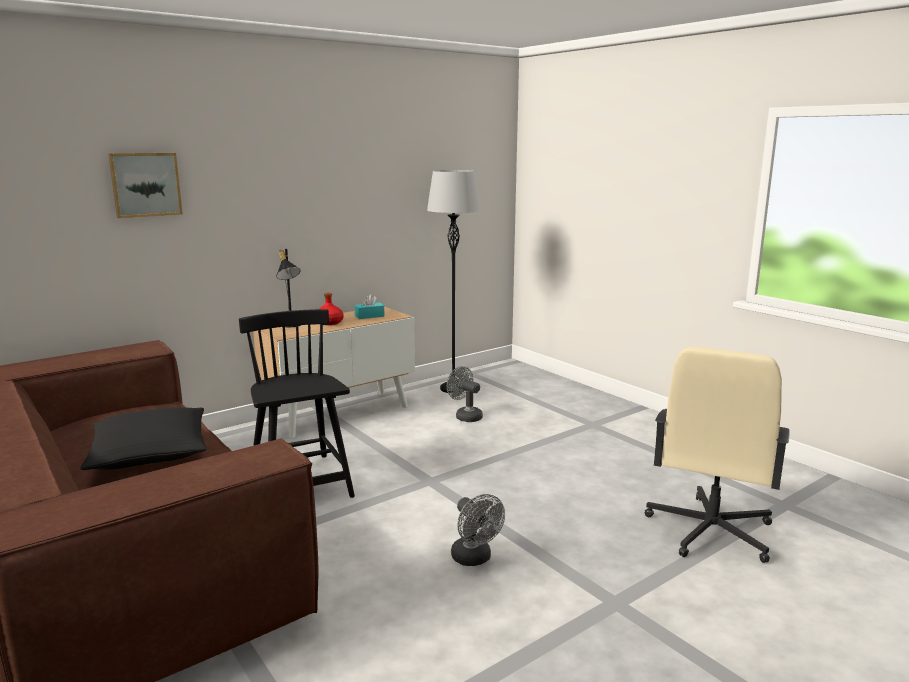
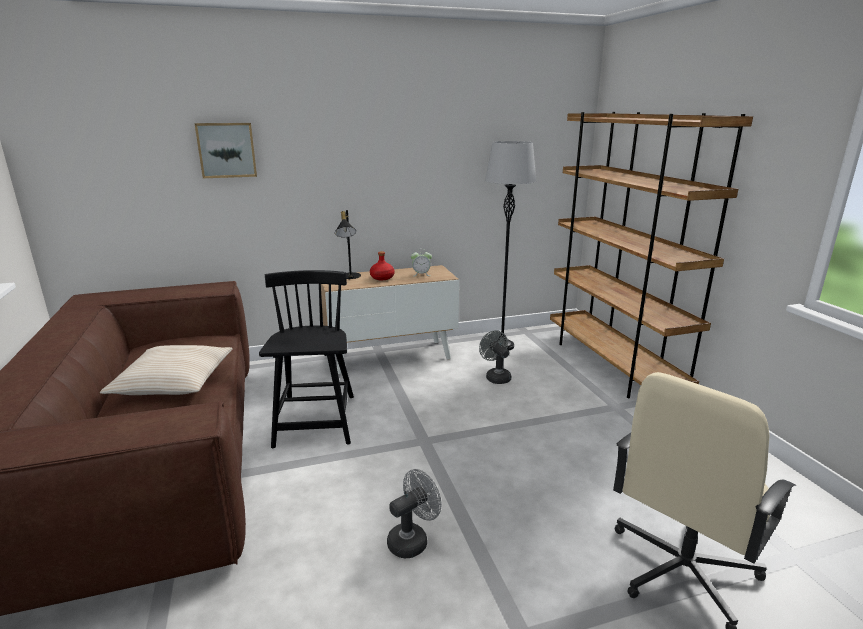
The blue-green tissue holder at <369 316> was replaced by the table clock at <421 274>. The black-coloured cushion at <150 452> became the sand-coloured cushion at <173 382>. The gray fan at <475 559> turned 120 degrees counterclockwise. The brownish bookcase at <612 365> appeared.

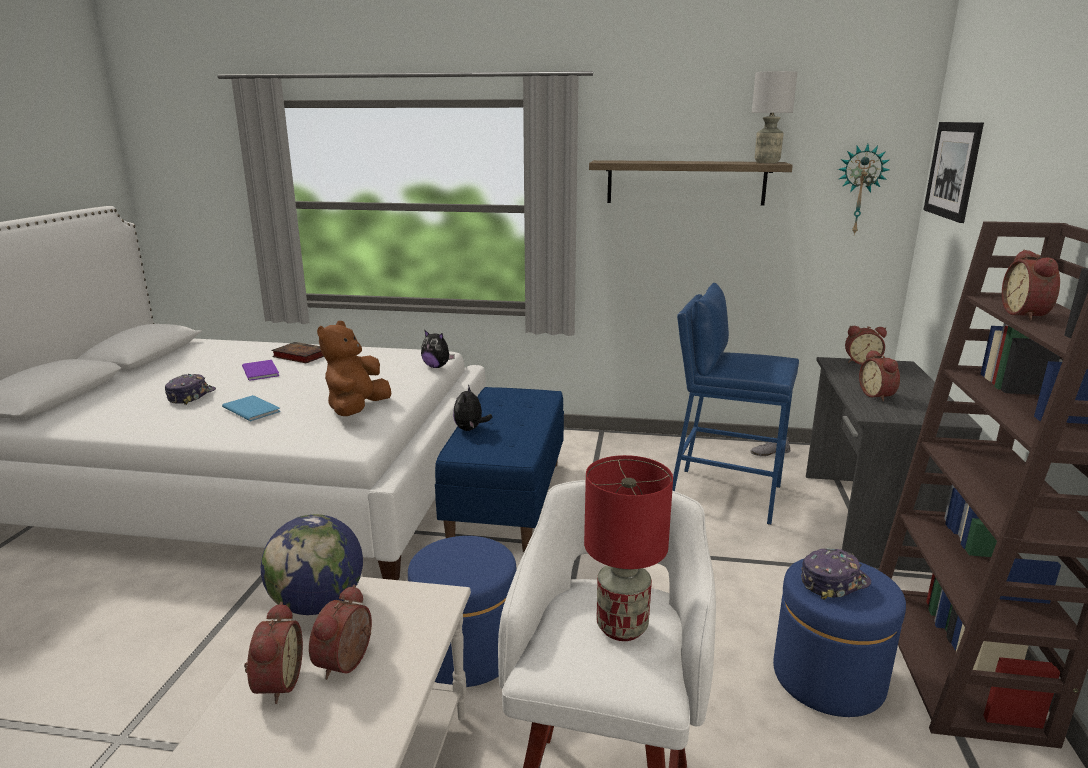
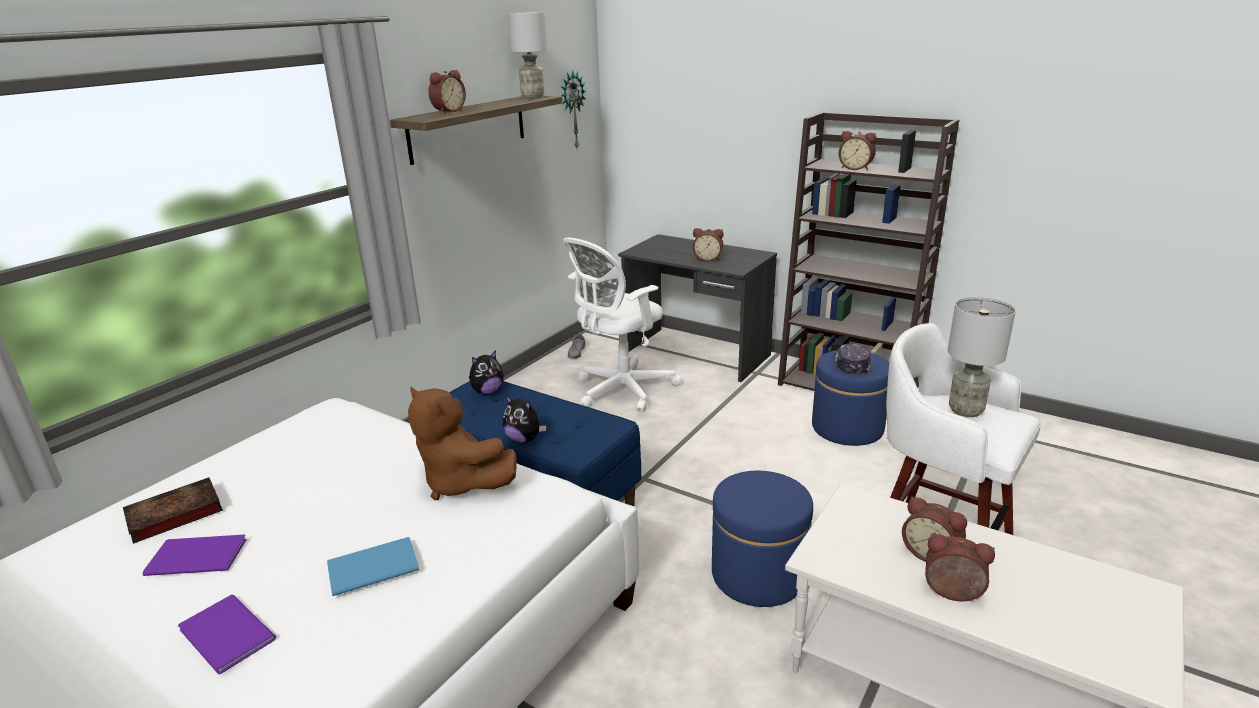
The wall art at <952 170> disappeared. The blue stool at <724 494> was replaced by the white desk chair at <621 390>. The table clock moved from <861 362> to <447 111>. The cuddly toy moved from <437 366> to <487 391>. The cap at <191 396> was replaced by the purplish volume at <225 637>. The reddish lamp for a table at <621 626> became the gray lamp for a table at <965 410>. The desk globe at <318 604> disappeared.

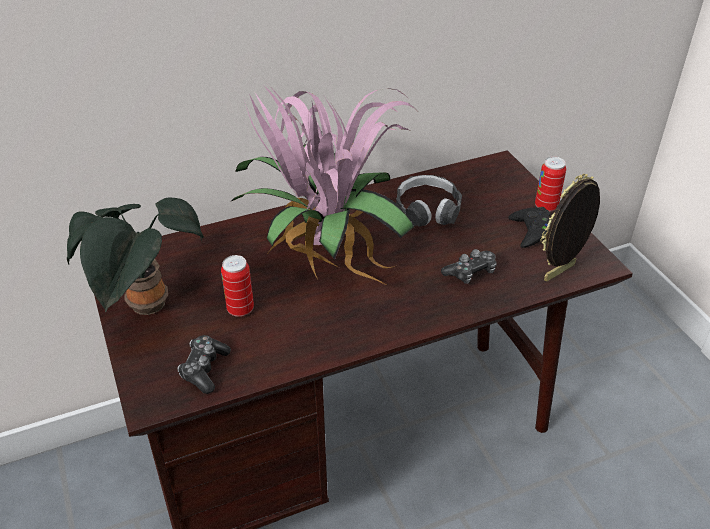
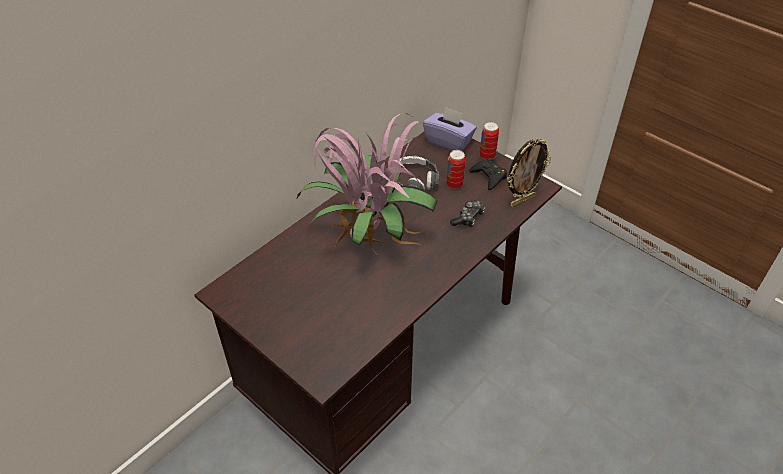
The picture frame at <560 273> turned 150 degrees counterclockwise. The houseplant at <148 308> disappeared. The can moved from <240 309> to <454 184>. The game controller at <204 369> disappeared. The purplish tissue holder at <449 141> appeared.

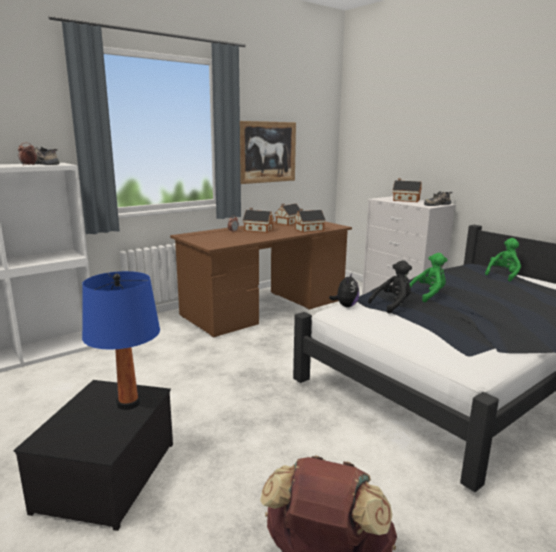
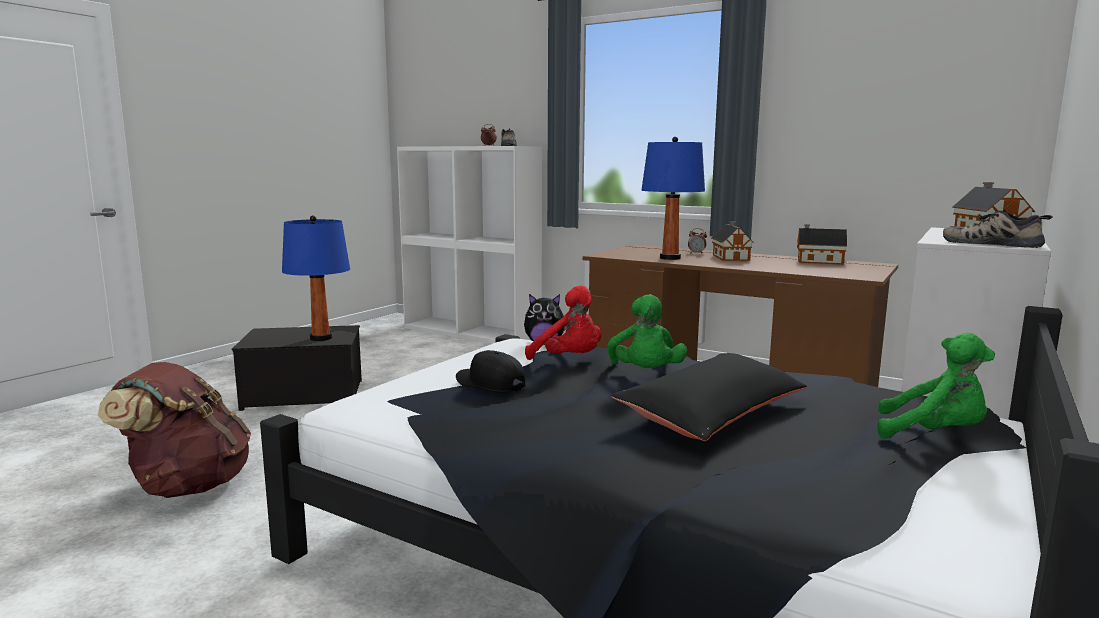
The wall art at <267 152> disappeared. The toy house at <308 230> disappeared. The greenish cuddly toy at <428 295> turned 45 degrees clockwise. The black-coloured cuddly toy at <392 305> became the reddish cuddly toy at <569 360>. The blue lamp for a table at <669 258> appeared. The black-coloured cap at <490 384> appeared. The black-coloured cushion at <713 414> appeared.

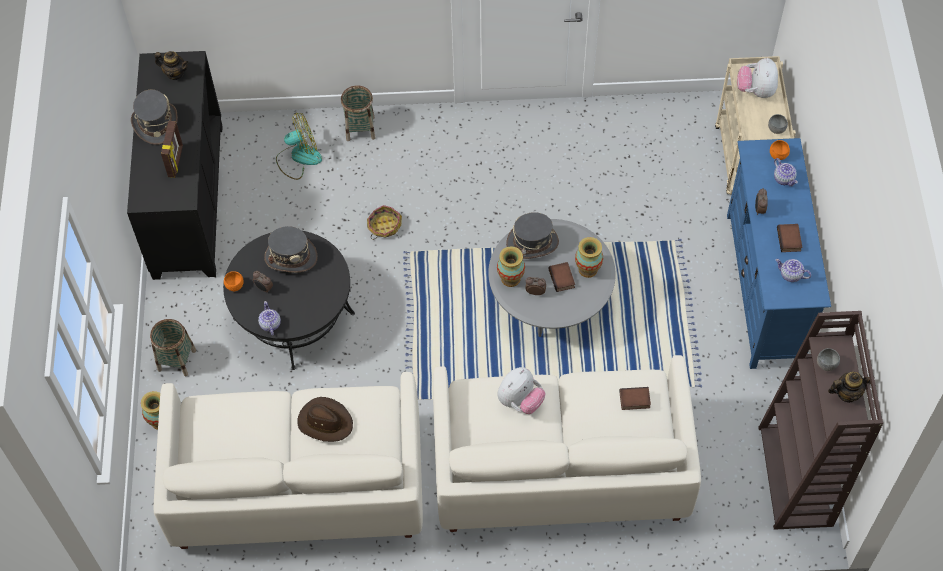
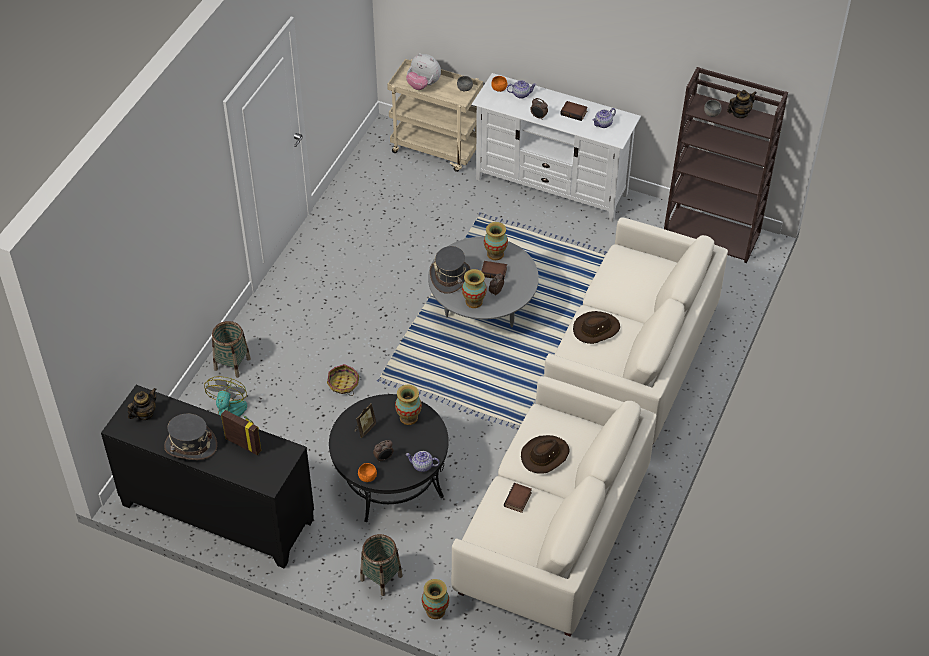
The blue media console at <764 289> became the white media console at <552 186>. The gray clothing hat at <291 257> was replaced by the picture frame at <364 428>. The cuddly toy at <520 401> was replaced by the brownish clothing hat at <596 329>. The teapot at <847 393> turned 45 degrees clockwise. The volume moved from <634 400> to <518 500>. The vase at <408 417> appeared.

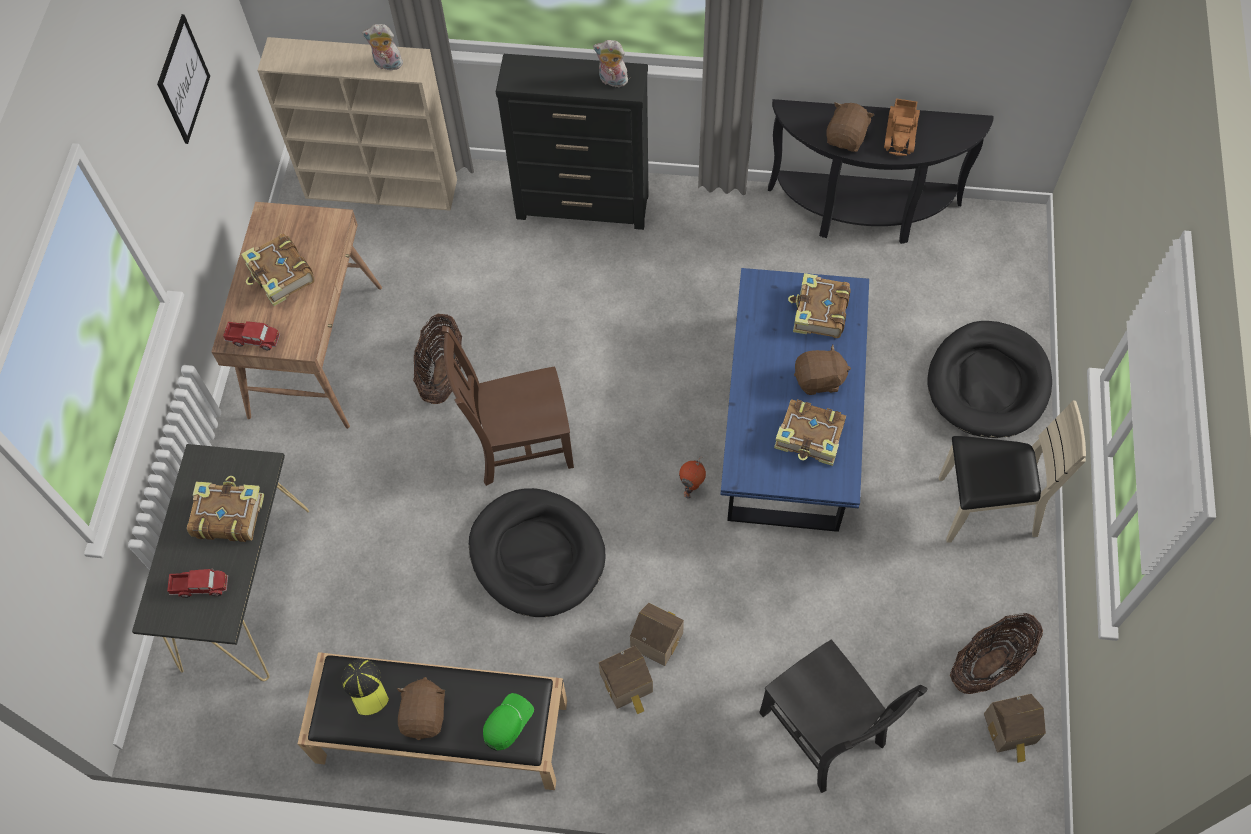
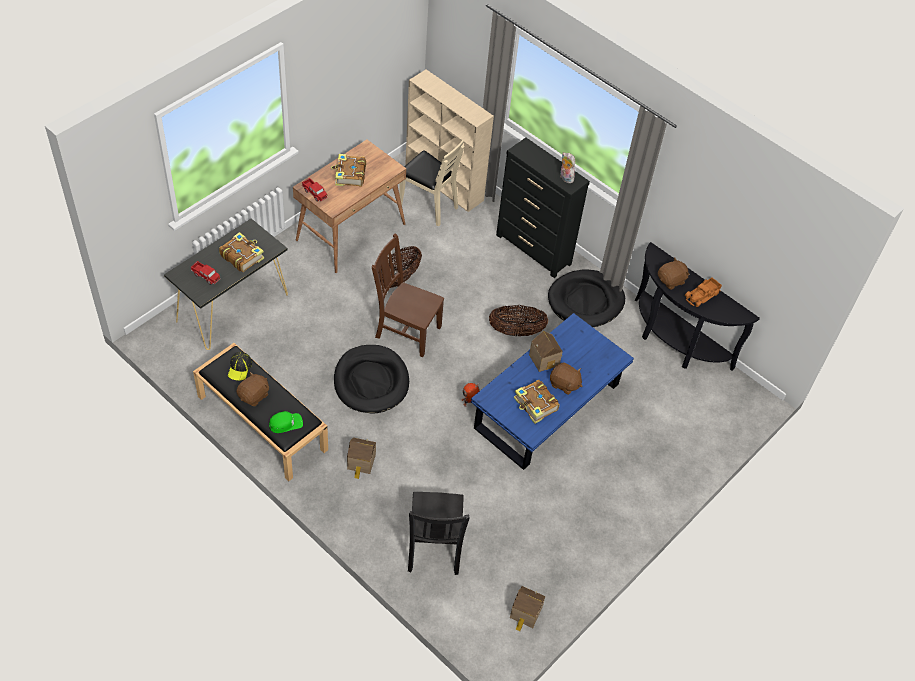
The wall art at <183 79> disappeared. The cuddly toy at <387 65> disappeared. The volume at <819 313> disappeared. The black-coloured pet bed moved from <988 383> to <586 301>. The sand-coloured chair moved from <986 508> to <428 205>. The toy house moved from <657 638> to <545 359>. The household basket moved from <989 664> to <516 331>.

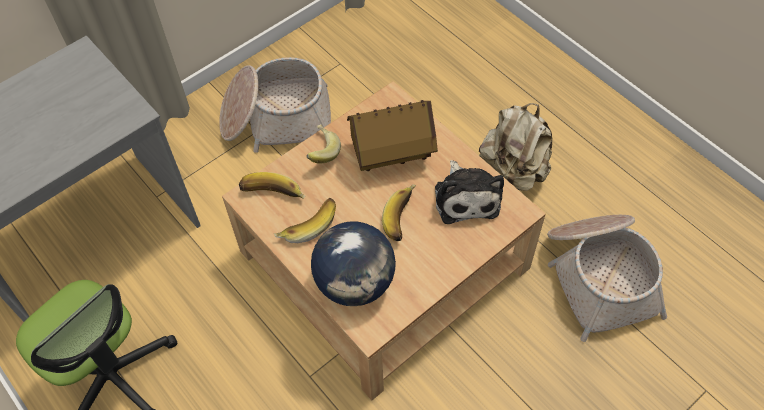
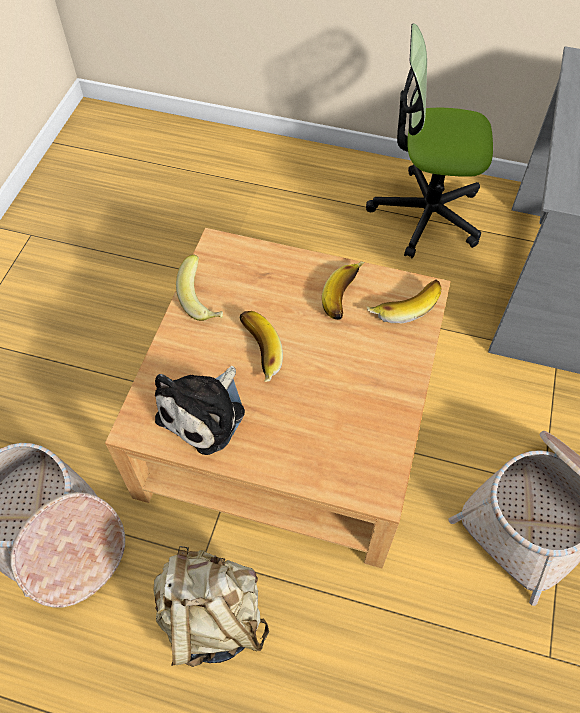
The toy house at <392 154> disappeared. The whole banana moved from <320 152> to <204 300>. The cuddly toy at <466 197> turned 105 degrees counterclockwise. The desk globe at <355 283> disappeared.

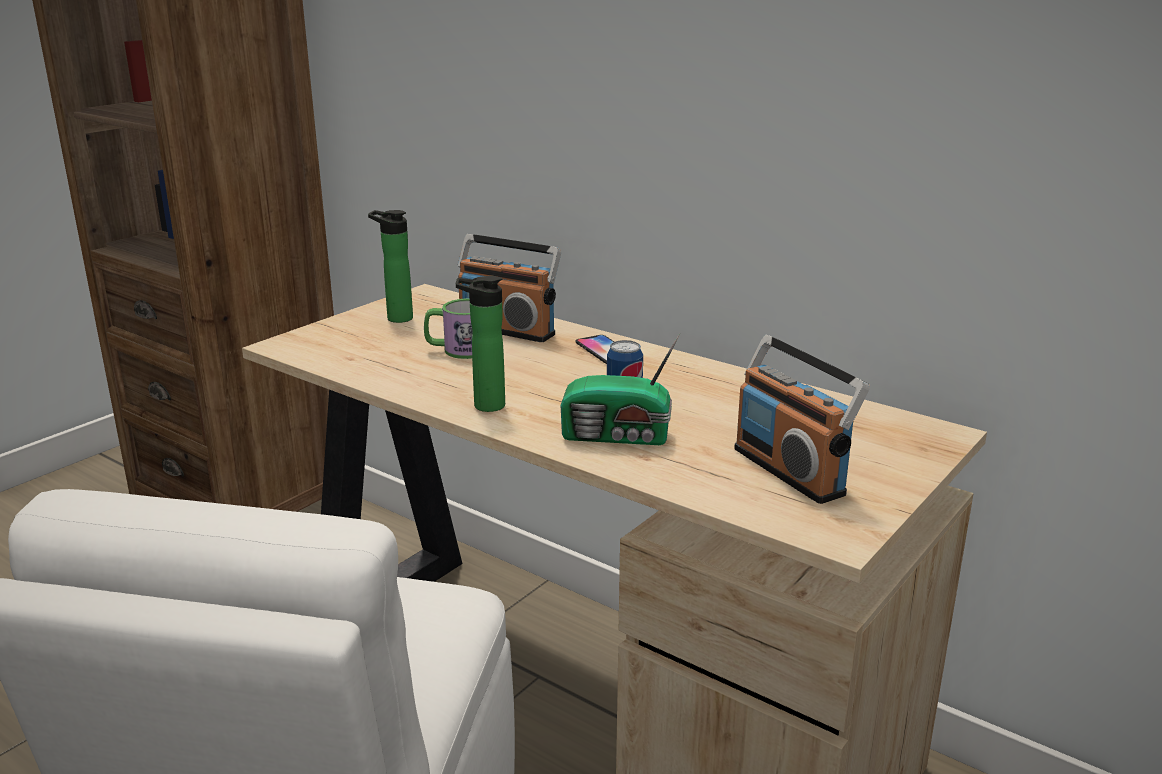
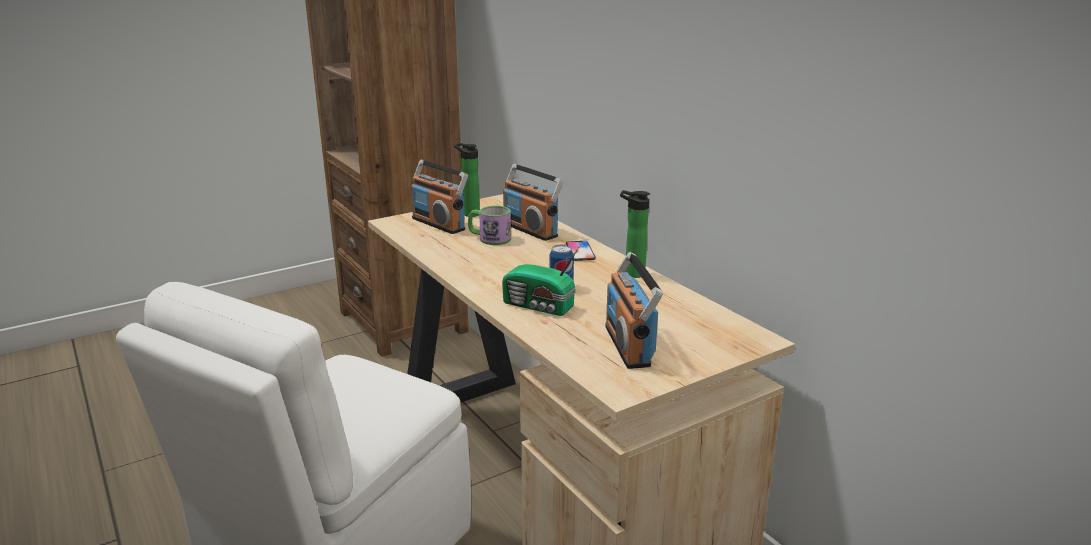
The bottle moved from <484 406> to <631 273>. The radio set at <439 224> appeared.

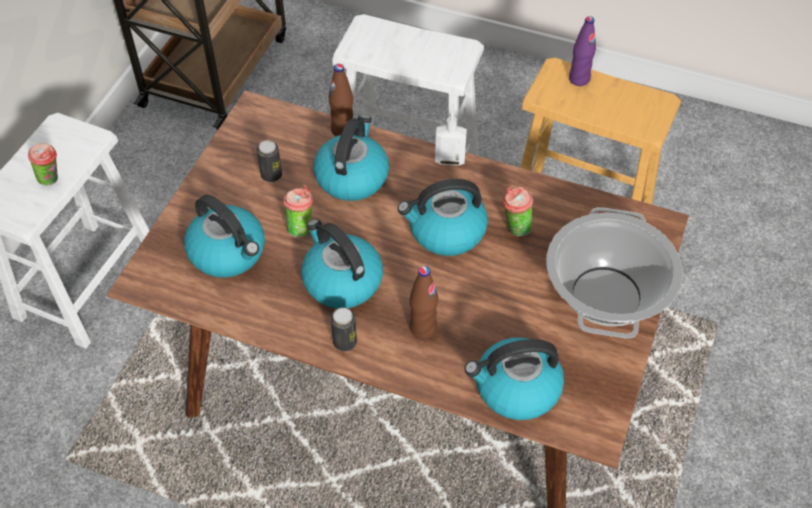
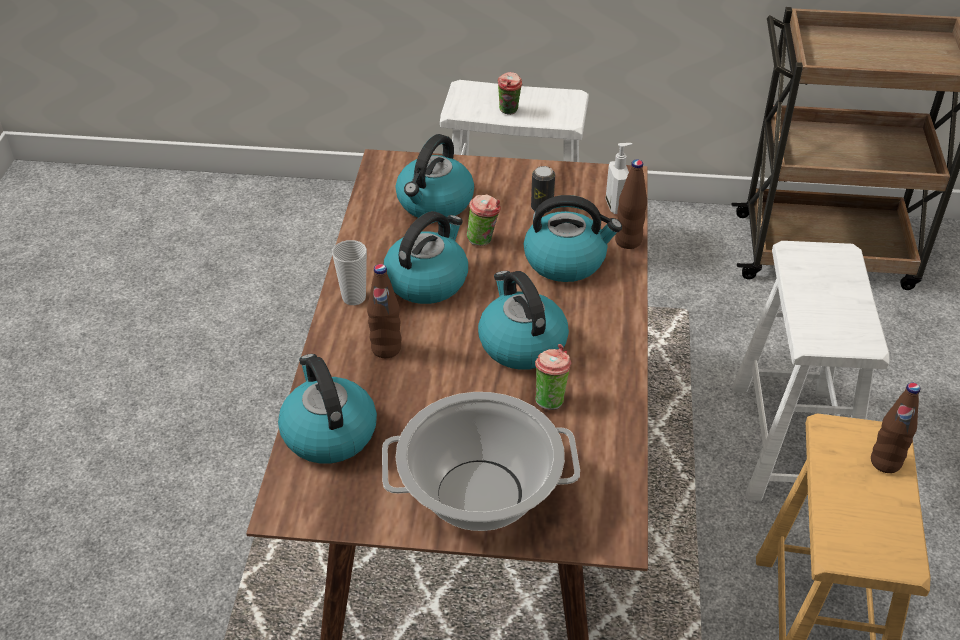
The purplish bottle at <579 79> became the brownish bottle at <885 462>. The soap dispenser moved from <449 160> to <616 206>. The can at <345 342> was replaced by the small cup at <354 297>.

